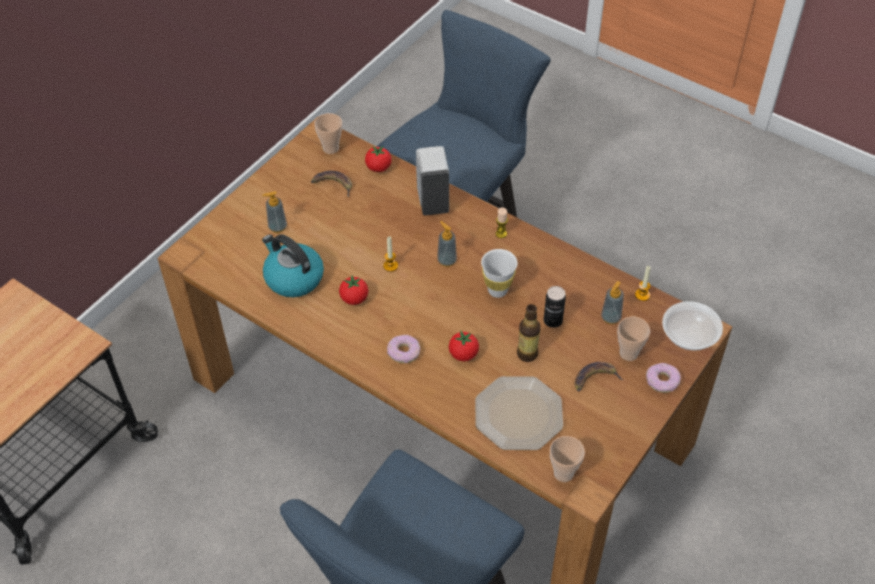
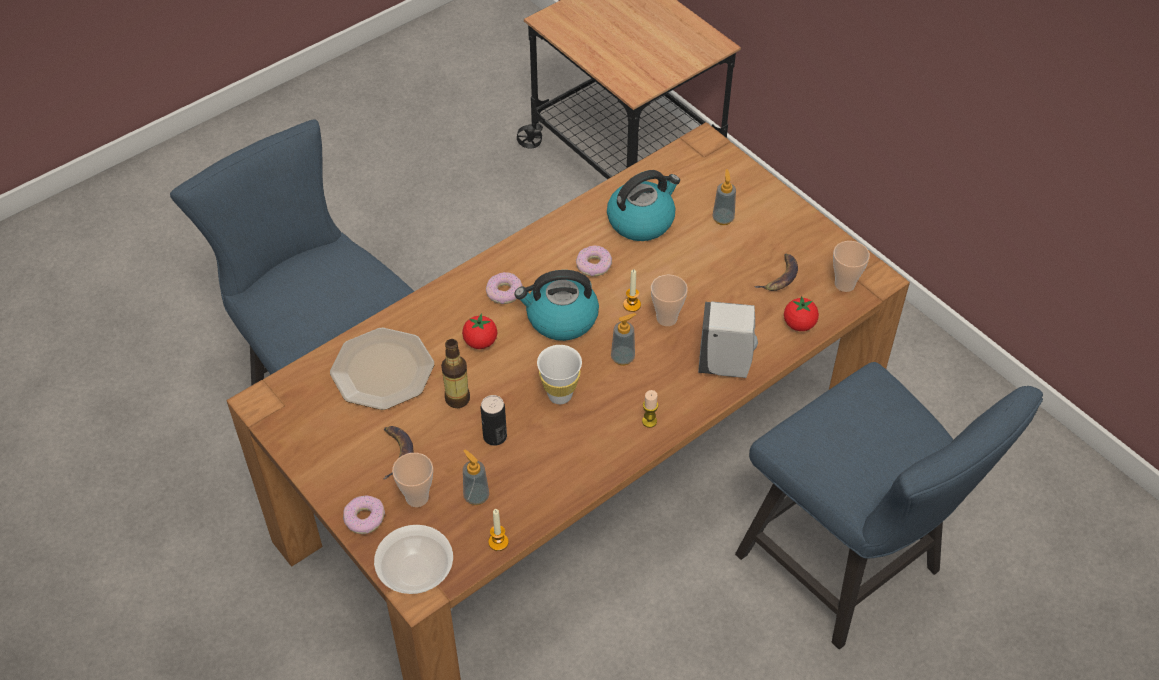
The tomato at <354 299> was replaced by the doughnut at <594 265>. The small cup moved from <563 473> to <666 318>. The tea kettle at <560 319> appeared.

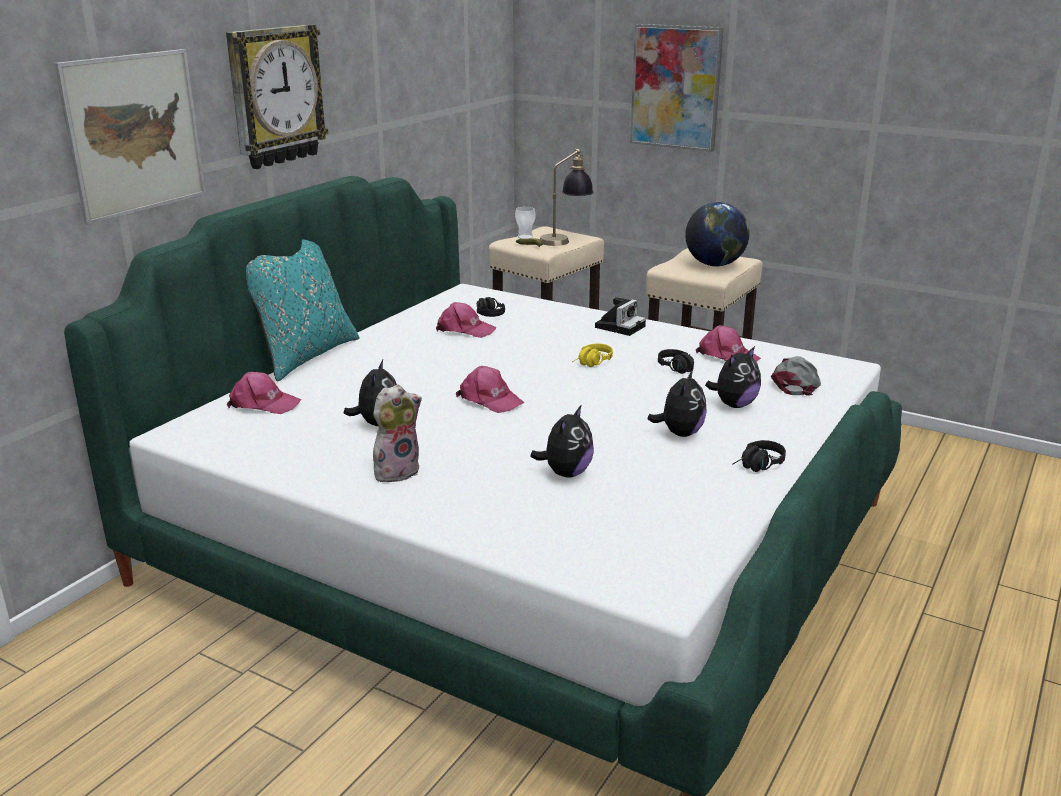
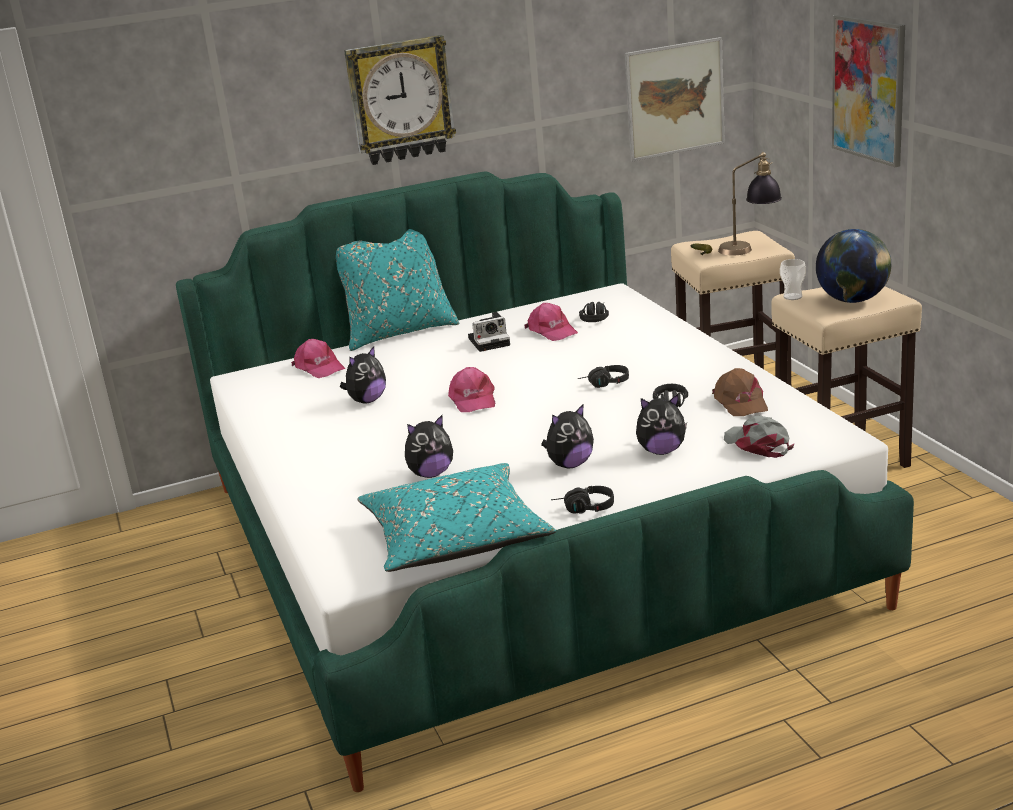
The wall art moved from <135 134> to <675 99>. The small cup moved from <525 237> to <792 297>. The still camera moved from <620 326> to <490 341>. The pinkish cap at <727 356> became the brownish cap at <740 402>. The yellow pair of headphones at <591 363> became the black-coloured pair of headphones at <604 384>. The gray cap at <796 383> turned 90 degrees counterclockwise. The cuddly toy at <397 471> disappeared. The blue-green cushion at <455 538> appeared.

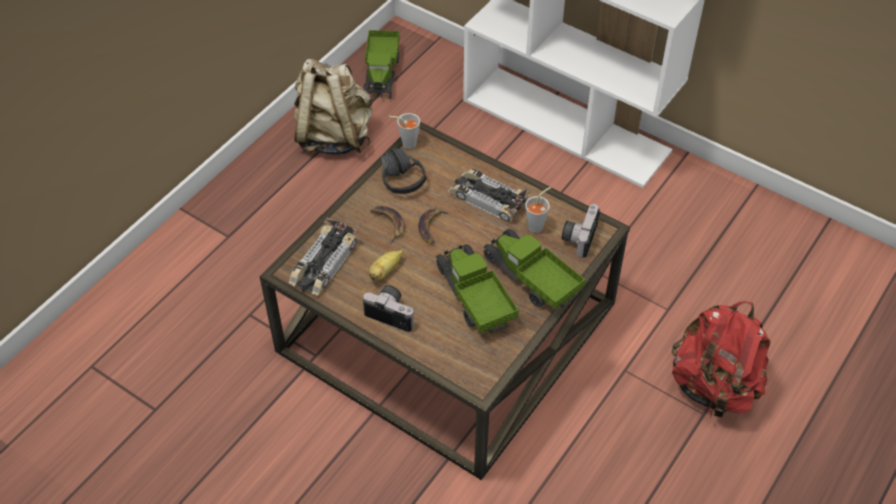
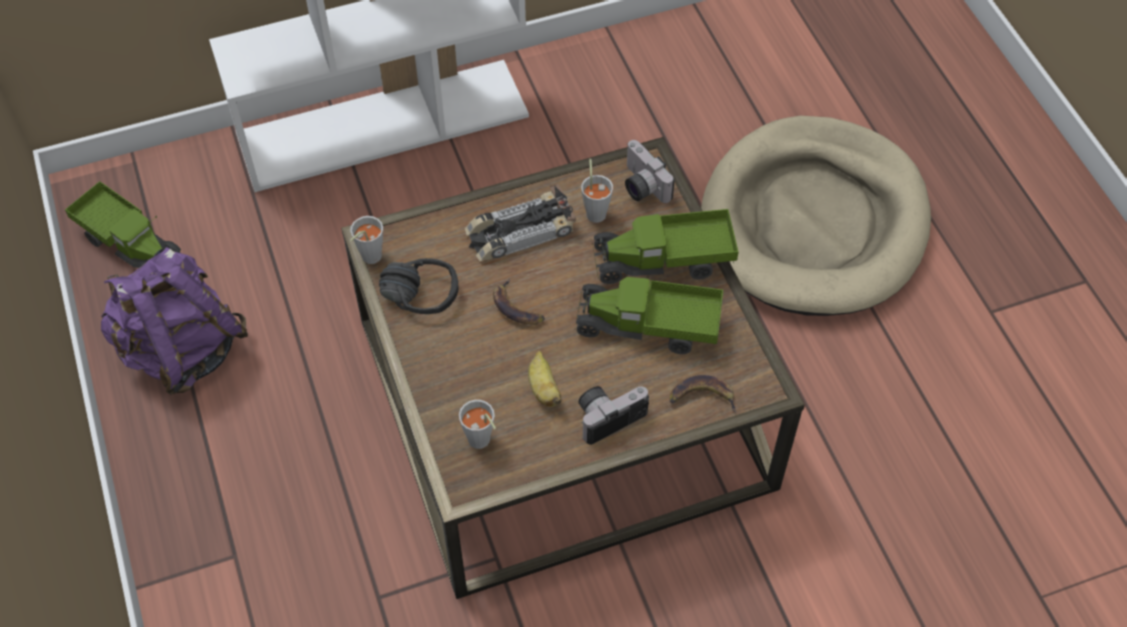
The sand-coloured backpack at <334 136> became the purplish backpack at <182 350>. The whole banana moved from <388 224> to <702 396>. The miniature car at <323 263> was replaced by the gray small cup at <481 443>. The reddish backpack at <714 387> was replaced by the sand-coloured pet bed at <814 222>.

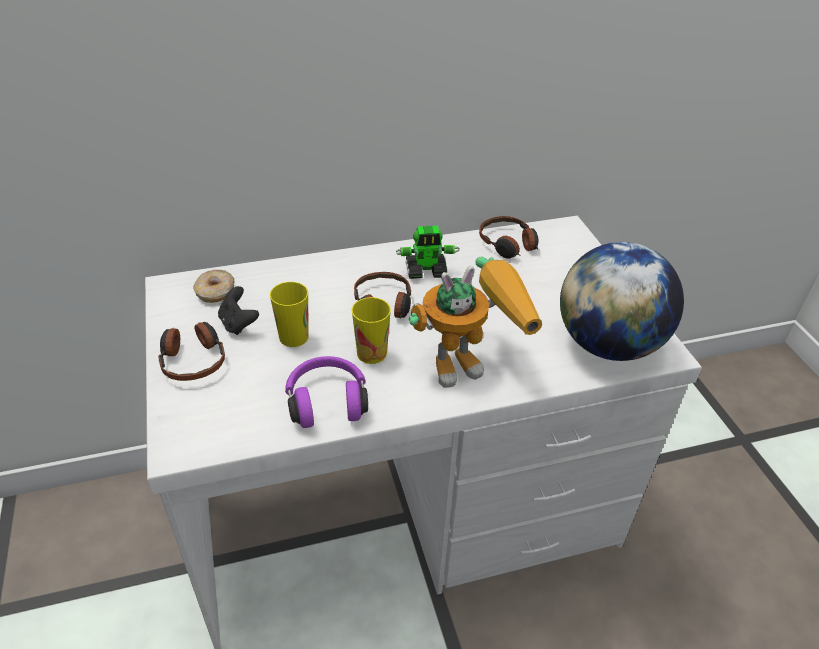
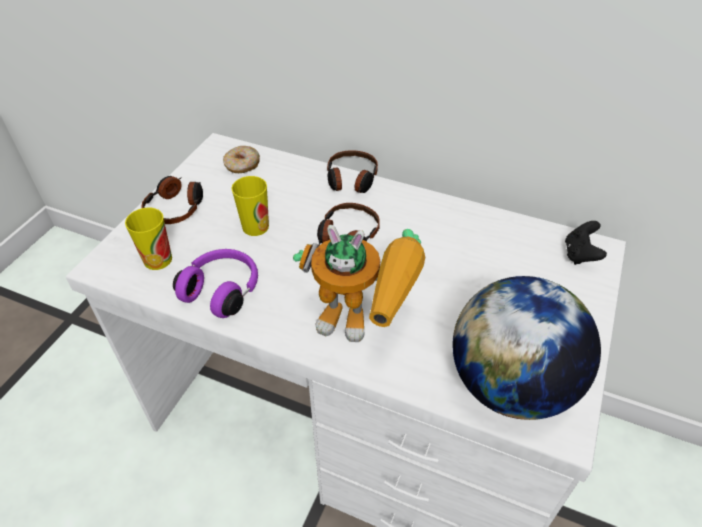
The pair of headphones moved from <508 244> to <351 179>. The toy robot at <426 271> disappeared. The black-coloured game controller moved from <238 323> to <580 254>. The small cup moved from <371 353> to <158 259>.

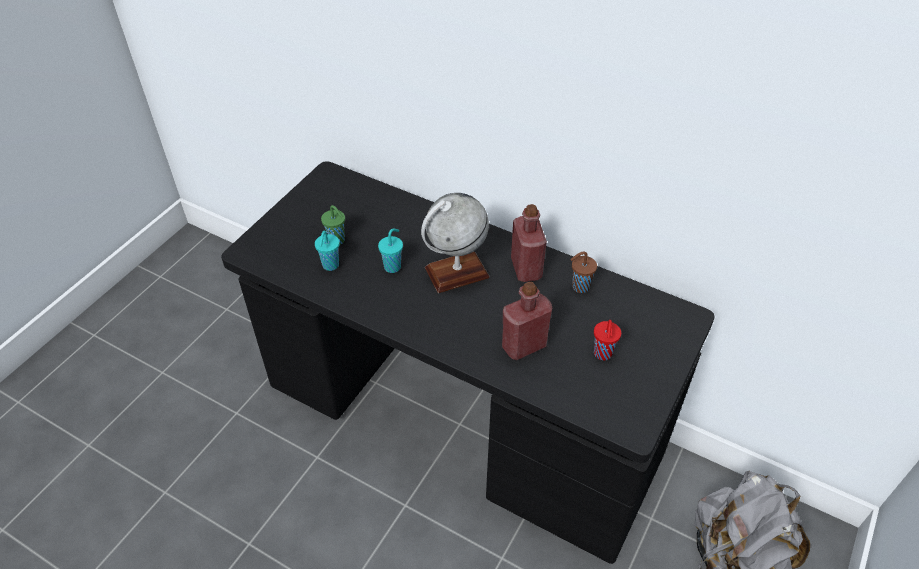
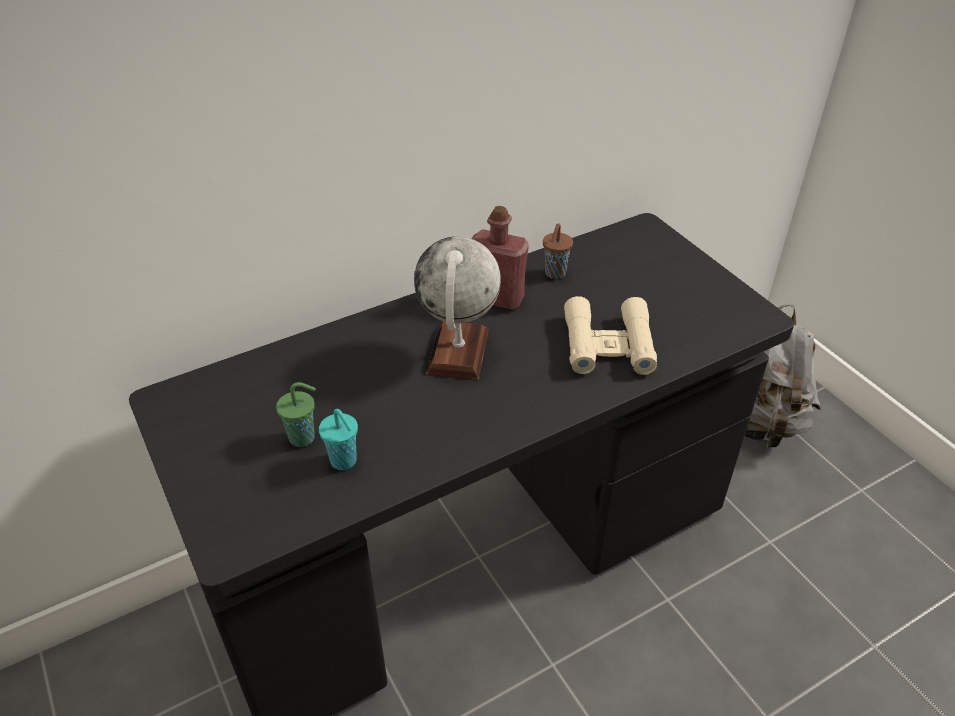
The blue-green small cup at <393 266> disappeared. The reddish bottle at <524 346> was replaced by the sand-coloured field glasses at <608 345>. The reddish small cup at <602 354> disappeared.

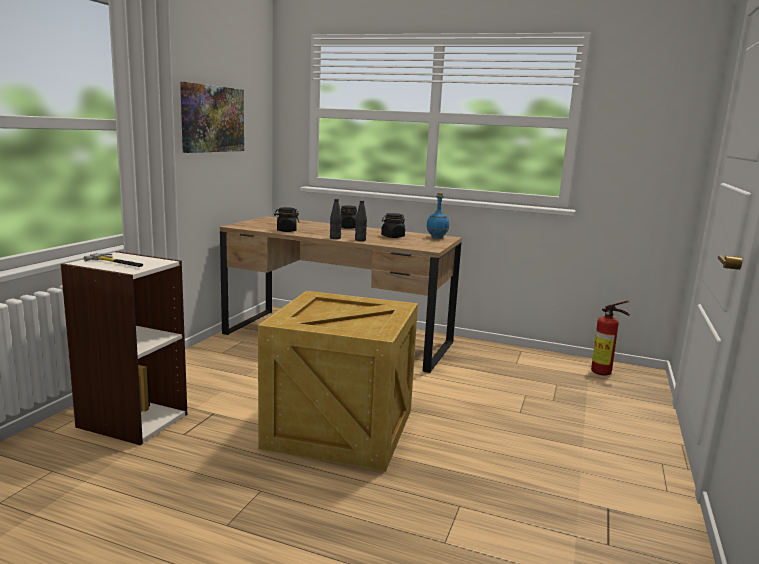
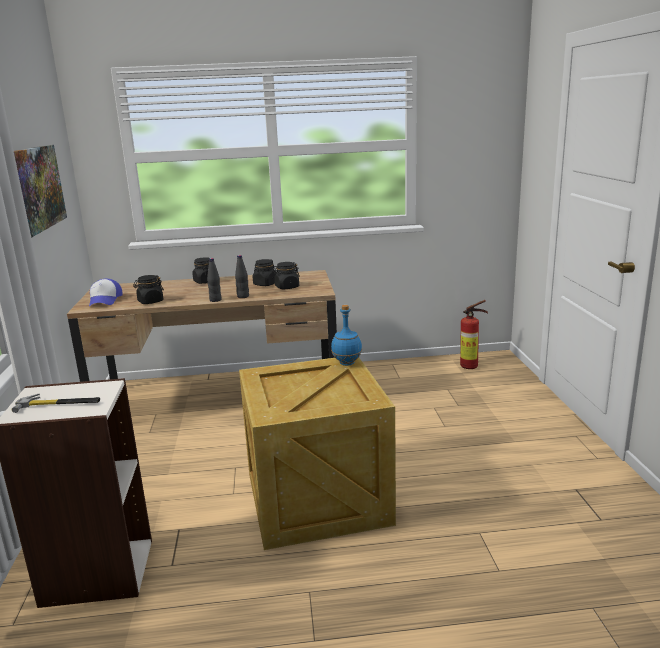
The blue bottle moved from <437 238> to <347 363>. The black-coloured storage jar at <287 287> appeared. The cap at <105 300> appeared.

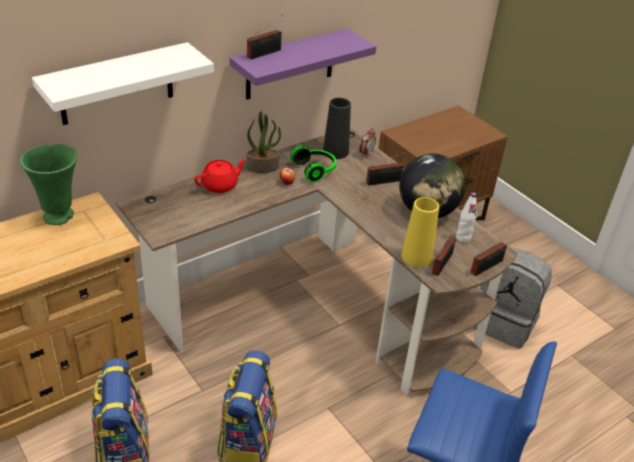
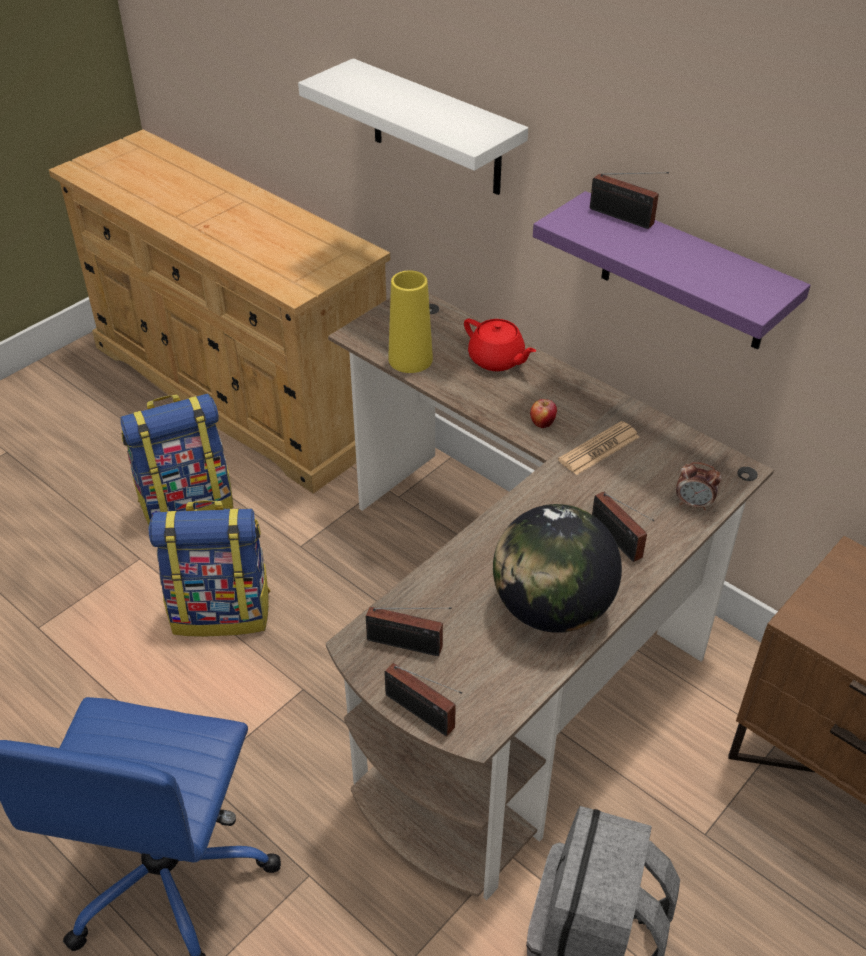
The black-coloured vase at <335 151> disappeared. The houseplant at <263 167> disappeared. The greenish vase at <60 216> disappeared. The pair of headphones at <315 170> was replaced by the printed paper at <599 449>. The white bottle at <463 238> disappeared. The yellow vase moved from <416 257> to <410 359>.

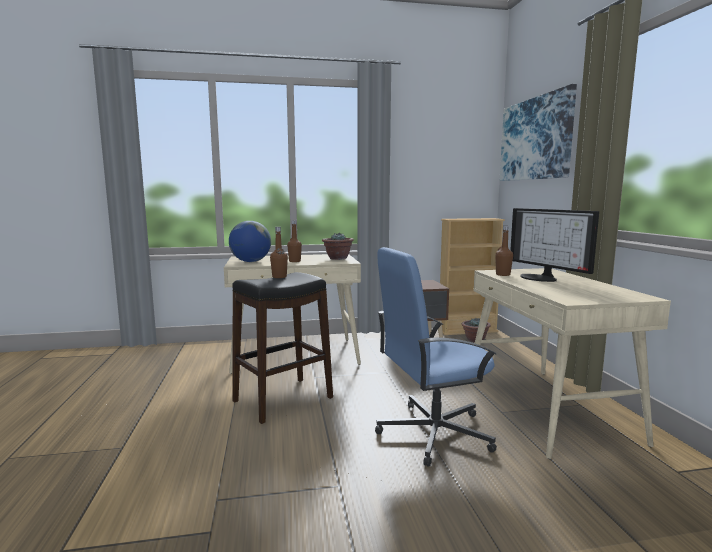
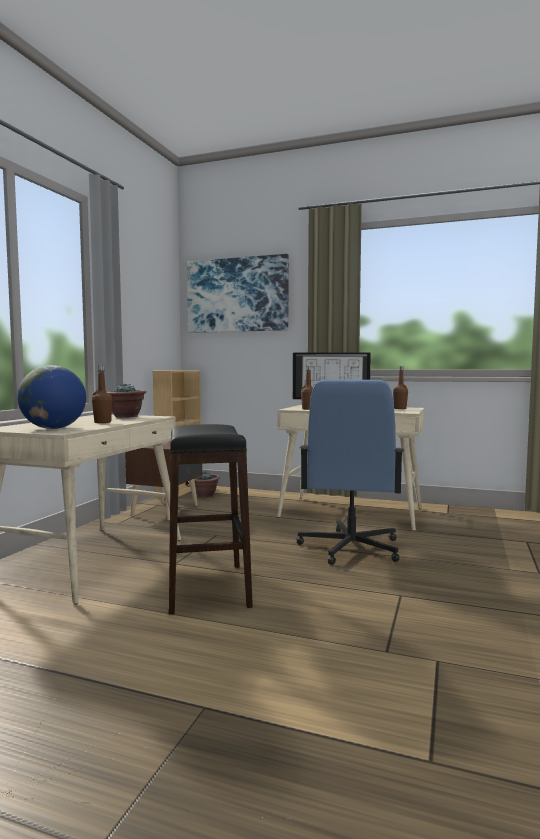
The brownish bottle moved from <279 277> to <400 408>.

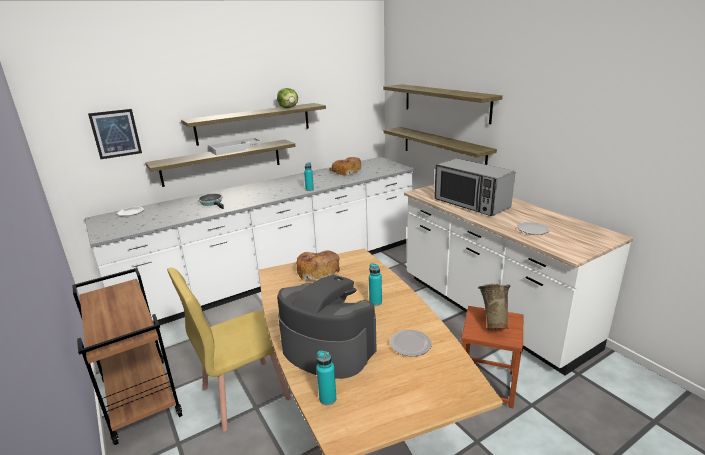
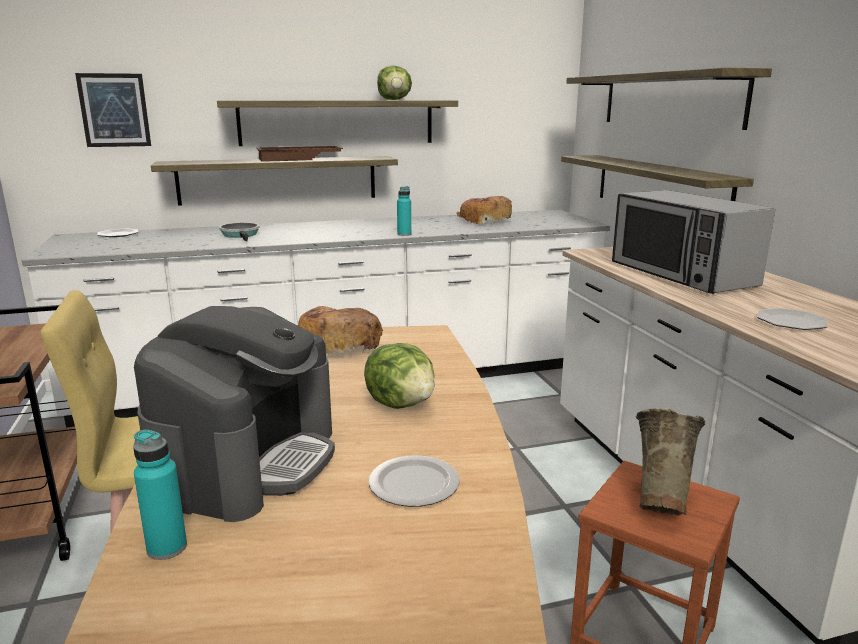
The white serving tray at <236 149> became the brownish serving tray at <299 159>. The blue-green bottle at <375 302> was replaced by the lettuce at <402 403>. The coffee machine at <327 348> turned 60 degrees clockwise.

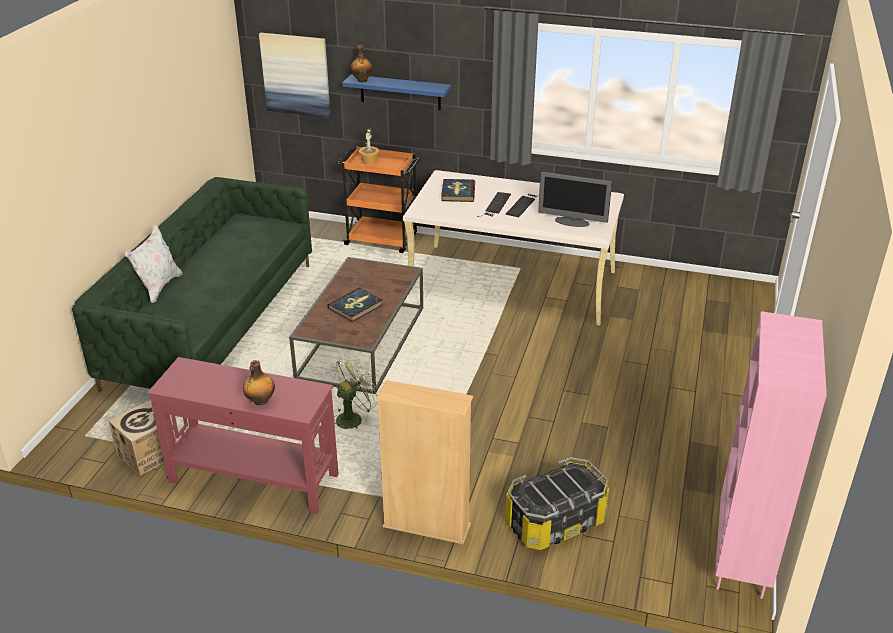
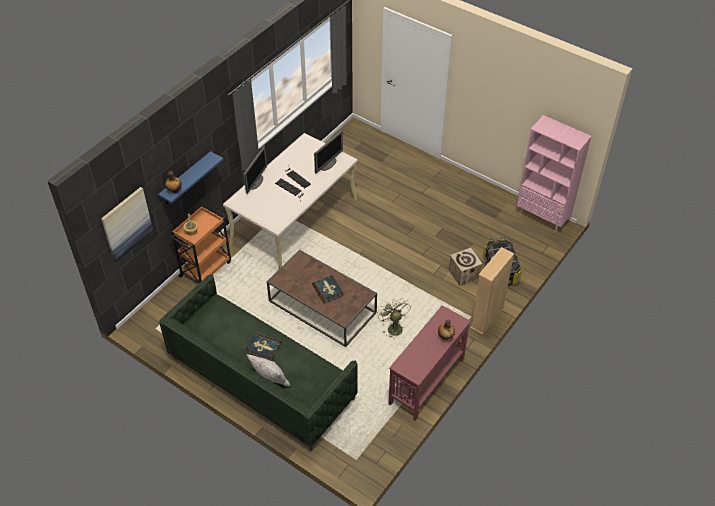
The volume moved from <458 192> to <263 348>. The packing box moved from <148 454> to <464 274>. The computer display at <256 182> appeared.

